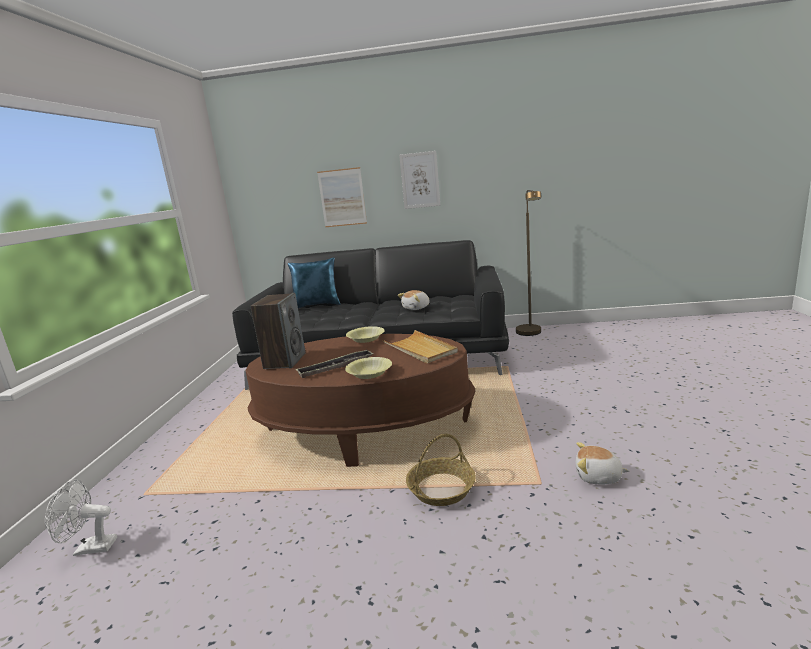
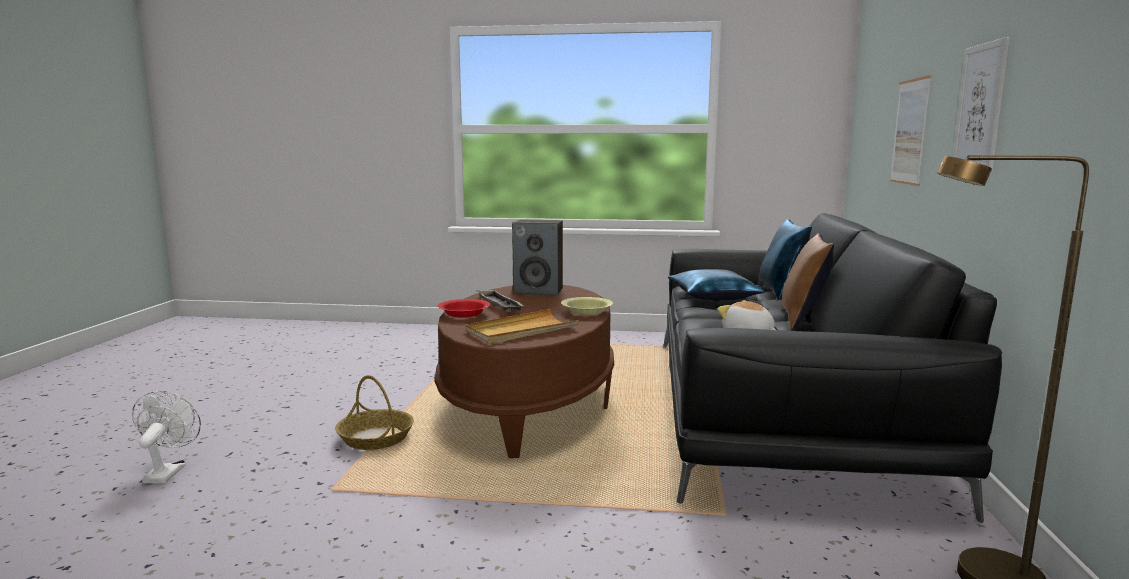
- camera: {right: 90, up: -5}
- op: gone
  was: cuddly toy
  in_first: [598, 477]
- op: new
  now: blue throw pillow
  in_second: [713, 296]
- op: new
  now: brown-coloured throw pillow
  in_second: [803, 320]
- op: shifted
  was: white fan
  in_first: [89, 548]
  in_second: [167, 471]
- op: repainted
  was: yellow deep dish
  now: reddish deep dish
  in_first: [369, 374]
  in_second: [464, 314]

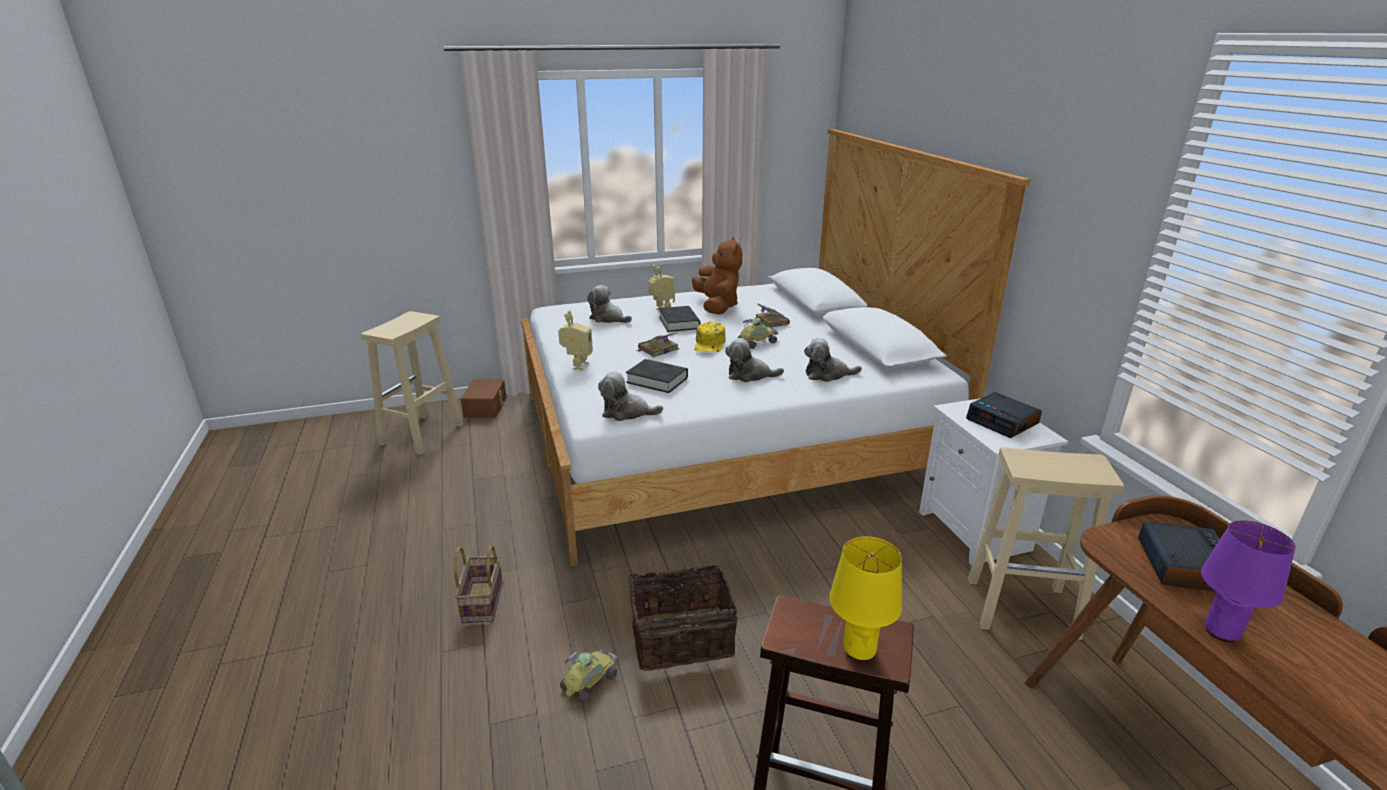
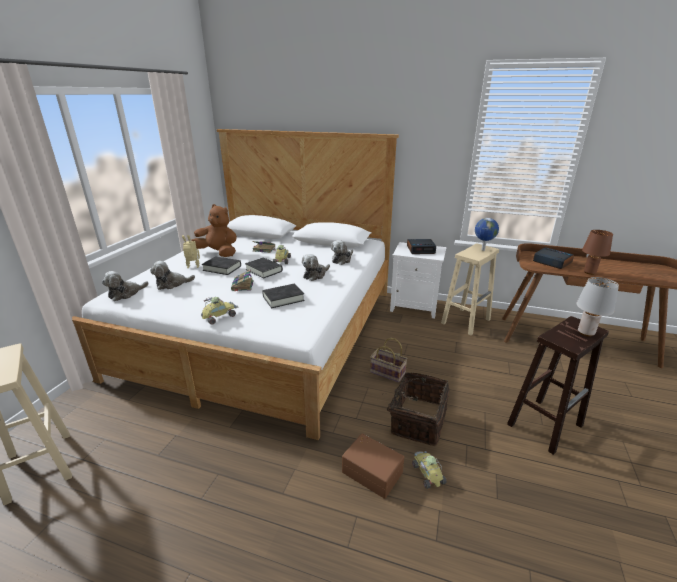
- camera: {right: -55, up: 0}
- op: new
  now: globe
  in_second: [482, 250]
- op: shifted
  was: storage basket
  in_first: [481, 601]
  in_second: [386, 373]
- op: shifted
  was: brown-coloured storage container
  in_first: [486, 407]
  in_second: [372, 471]
- op: shifted
  was: cuddly toy
  in_first: [626, 412]
  in_second: [126, 294]
- op: swapped
  was: robot figure
  now: toy car
  in_first: [577, 366]
  in_second: [219, 316]
- op: swapped
  was: yellow peaked cap
  now: blackish volume
  in_first: [710, 344]
  in_second: [264, 270]
- op: repainted
  was: yellow lamp for a table
  now: greyish lamp for a table
  in_first: [860, 651]
  in_second: [586, 333]
- op: repainted
  was: purplish lamp for a table
  now: brown-coloured lamp for a table
  in_first: [1221, 632]
  in_second: [589, 272]

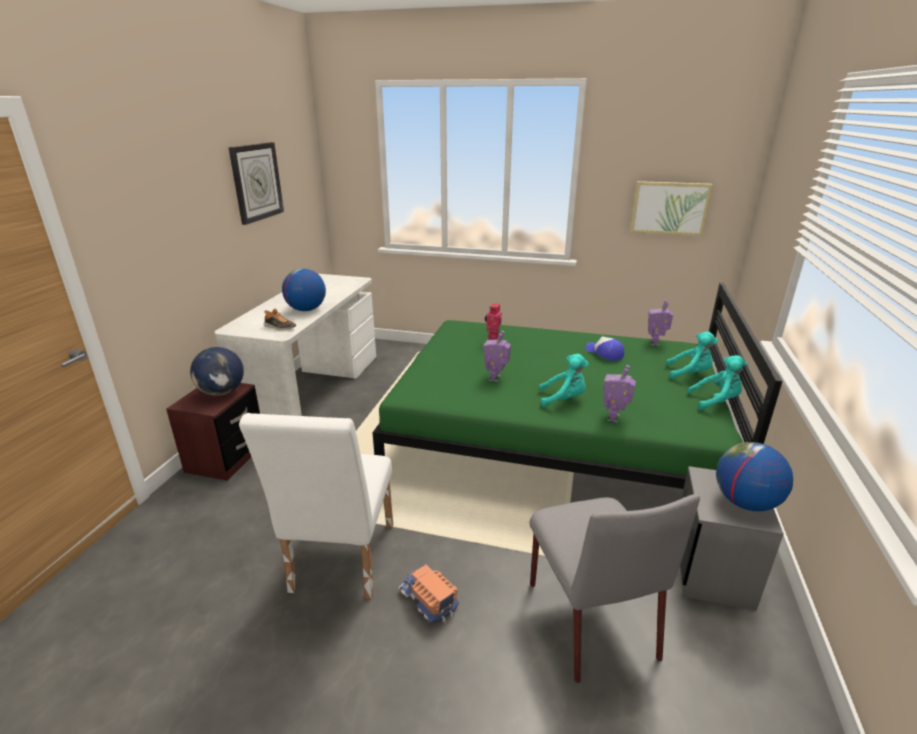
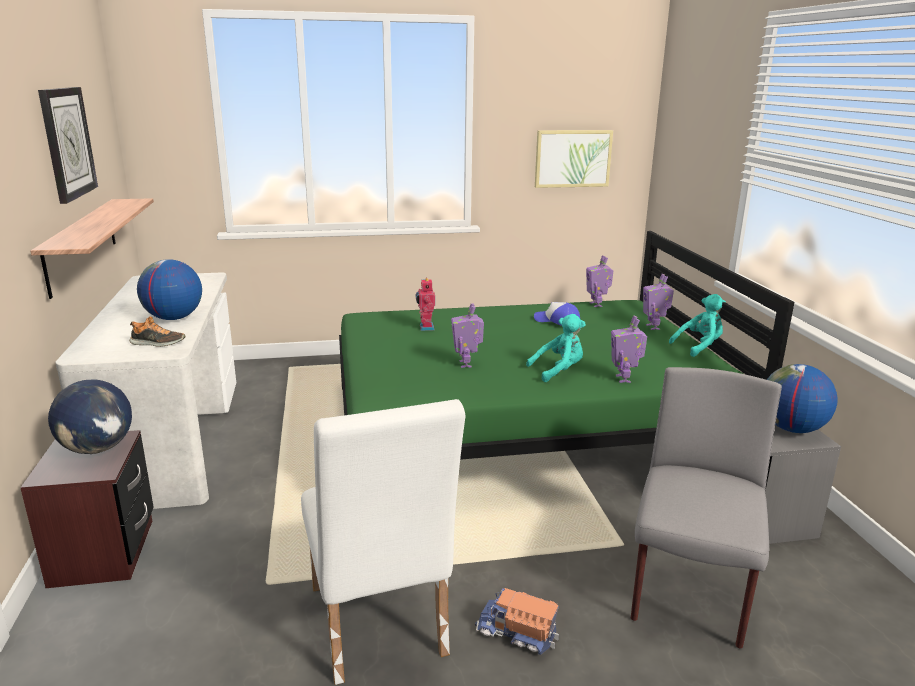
- camera: {right: -25, up: -5}
- op: new
  now: bracket shelf
  in_second: [81, 244]
- op: swapped
  was: blue-green cuddly toy
  now: robot figure
  in_first: [690, 373]
  in_second: [654, 327]
- op: rotated
  was: greyish plain chair
  in_first: [589, 617]
  in_second: [689, 592]
  clockwise: -120

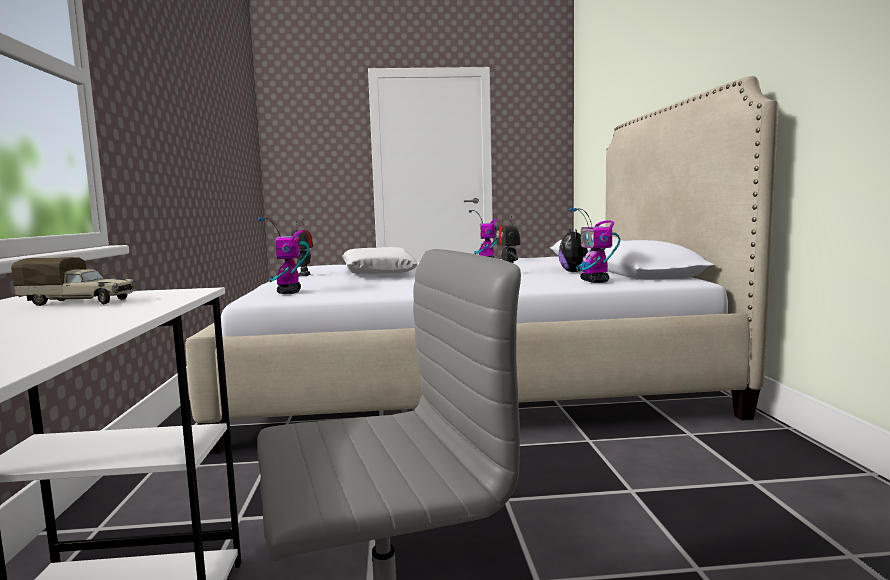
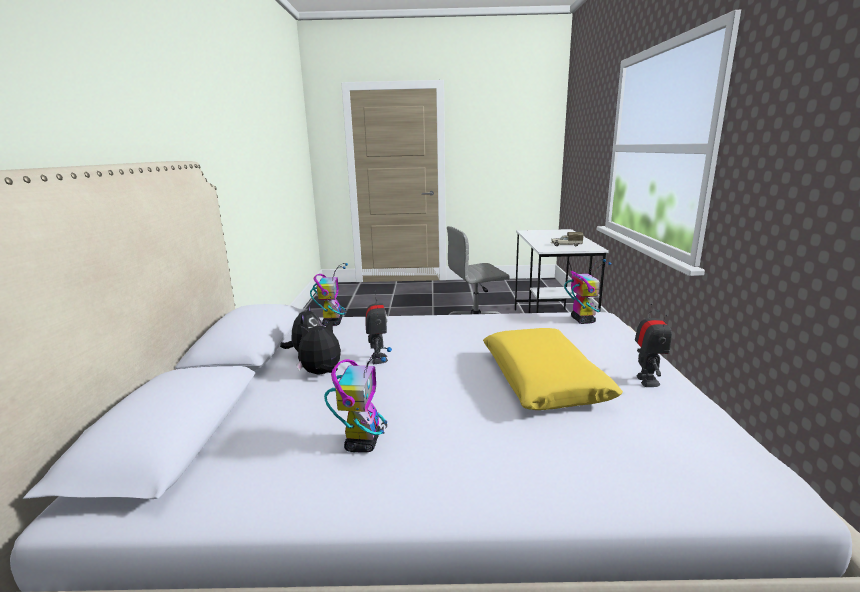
- camera: {right: -175, up: 10}
- op: new
  now: cuddly toy
  in_second: [322, 373]
- op: repainted
  was: white throw pillow
  now: yellow throw pillow
  in_first: [377, 273]
  in_second: [543, 380]

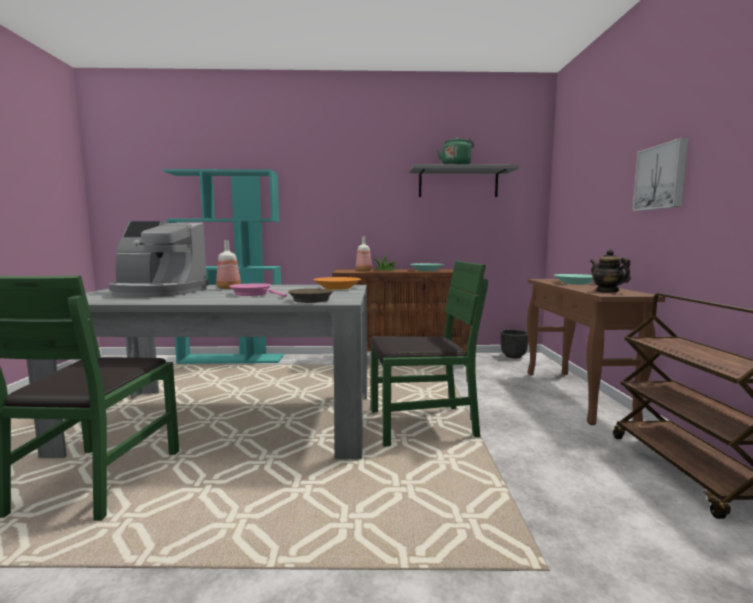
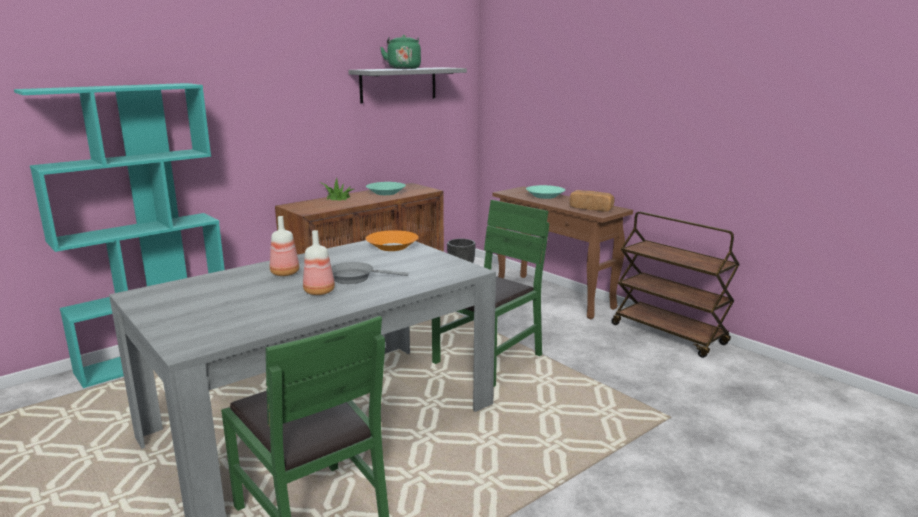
- camera: {right: -40, up: 10}
- op: gone
  was: coffee maker
  in_first: [158, 292]
- op: gone
  was: brown-coloured frying pan
  in_first: [312, 300]
- op: gone
  was: picture
  in_first: [661, 177]
- op: shifted
  was: drink bottle
  in_first: [364, 271]
  in_second: [319, 291]
- op: swapped
  was: teapot
  now: baked bread
  in_first: [607, 291]
  in_second: [591, 208]
- op: repainted
  was: pinkish frying pan
  now: greyish frying pan
  in_first: [254, 294]
  in_second: [355, 278]

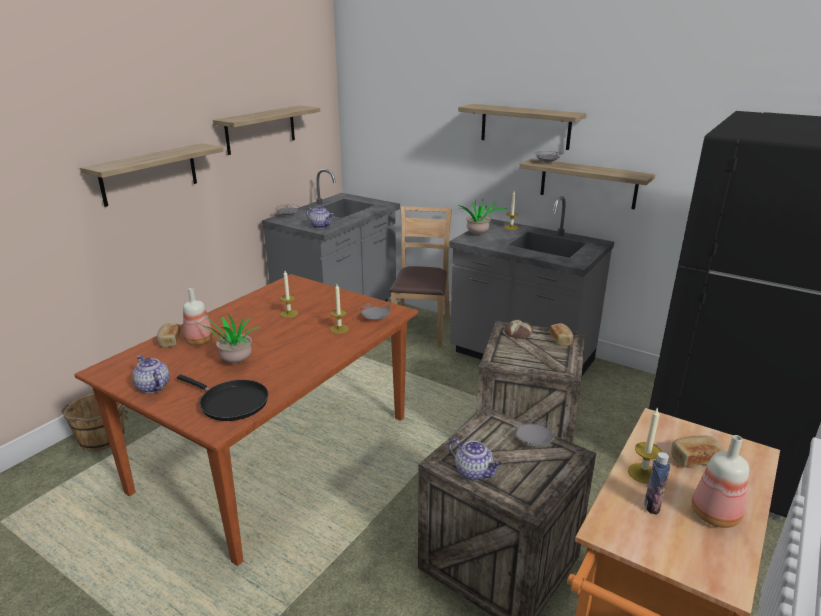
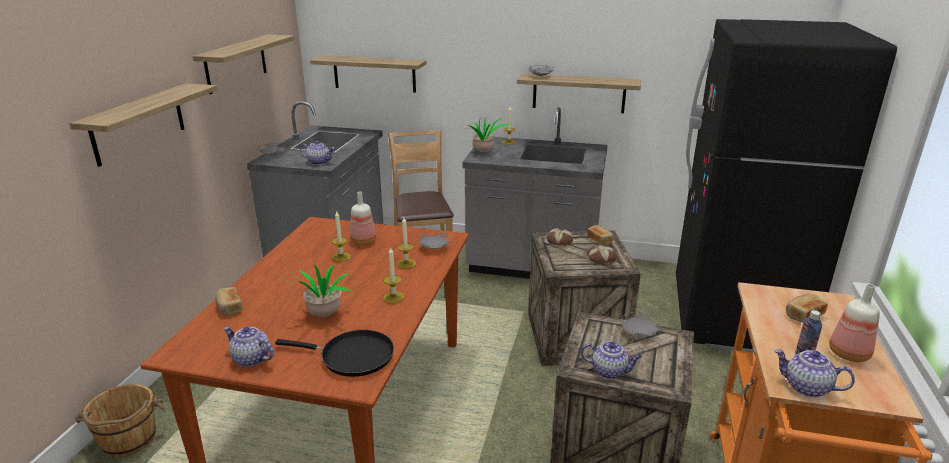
- camera: {right: -20, up: 0}
- op: new
  now: baked bread
  in_second: [601, 258]
- op: new
  now: teapot
  in_second: [806, 387]
- op: shifted
  was: drink bottle
  in_first: [198, 341]
  in_second: [362, 242]
- op: shifted
  was: bracket shelf
  in_first: [525, 126]
  in_second: [374, 73]
- op: shifted
  was: wax light
  in_first: [643, 473]
  in_second: [393, 297]

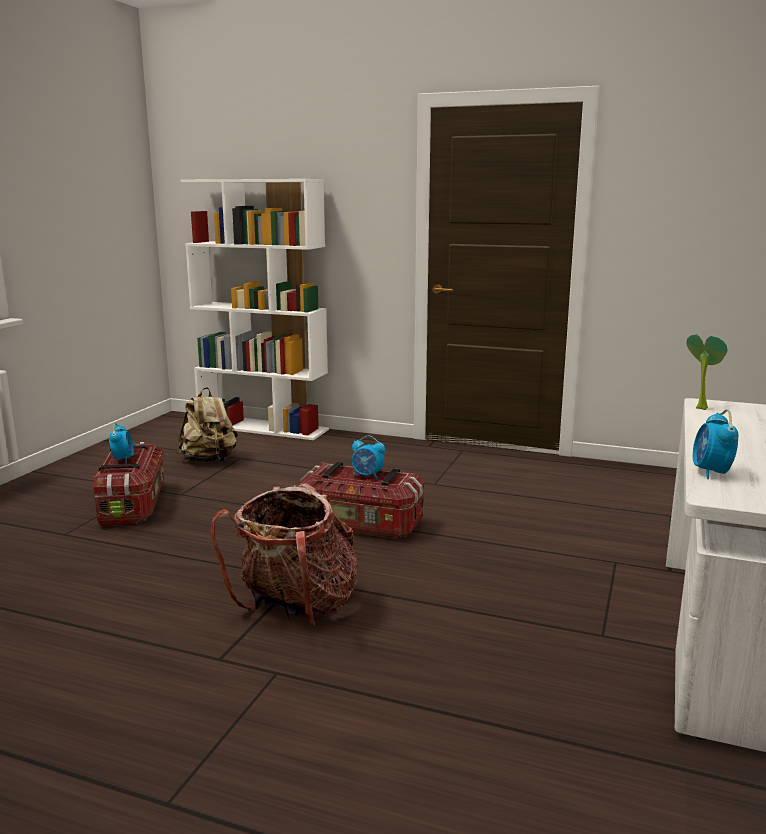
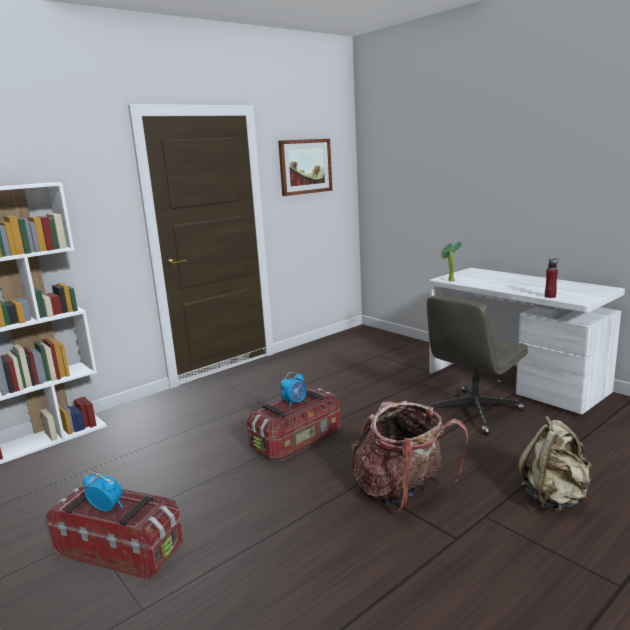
- camera: {right: -60, up: 0}
- op: new
  now: picture
  in_second: [305, 166]
- op: new
  now: greyish office chair
  in_second: [474, 412]
- op: shifted
  was: beige rucksack
  in_first: [209, 461]
  in_second: [554, 498]
- op: swapped
  was: alarm clock
  now: reddish drink bottle
  in_first: [711, 473]
  in_second: [550, 296]

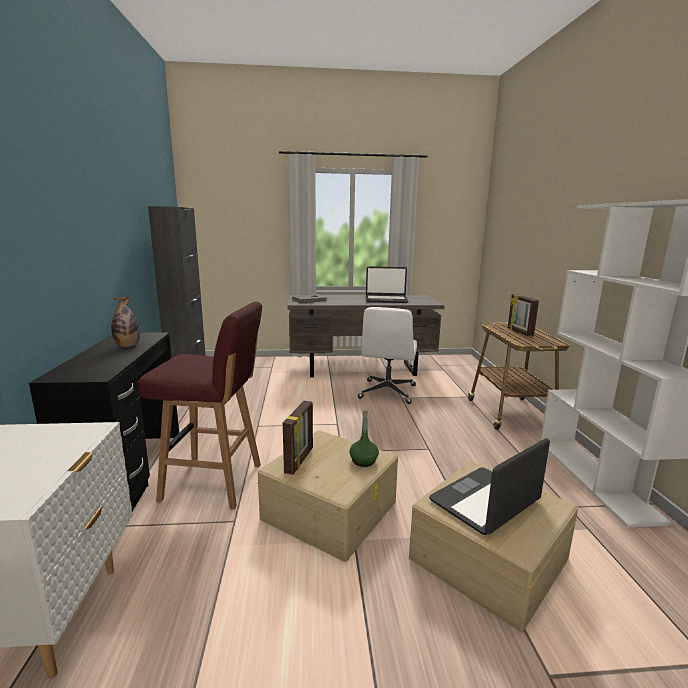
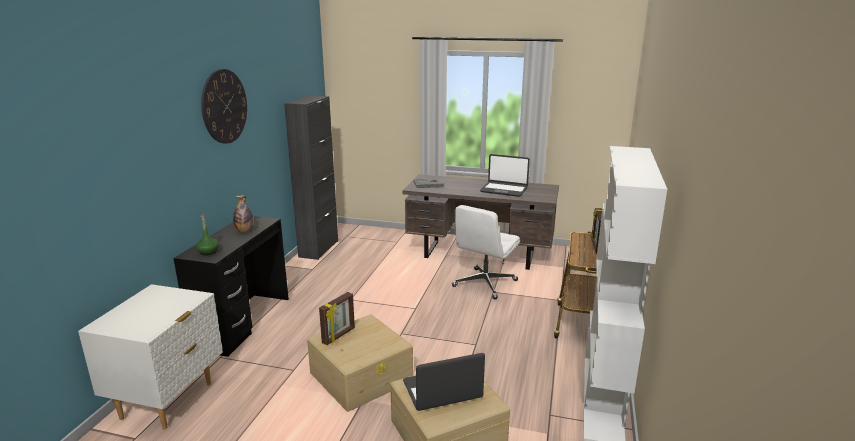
- camera: {right: 20, up: 5}
- op: gone
  was: reddish stool
  in_first: [215, 482]
- op: new
  now: clock on the wall
  in_second: [224, 106]
- op: shifted
  was: green drink bottle
  in_first: [363, 461]
  in_second: [208, 252]

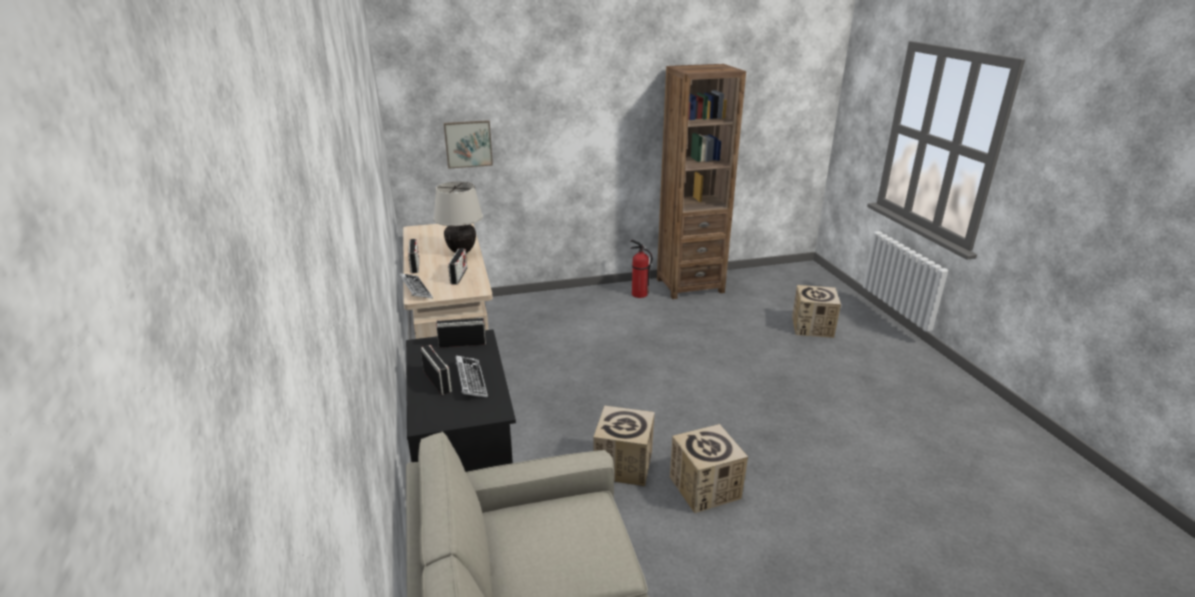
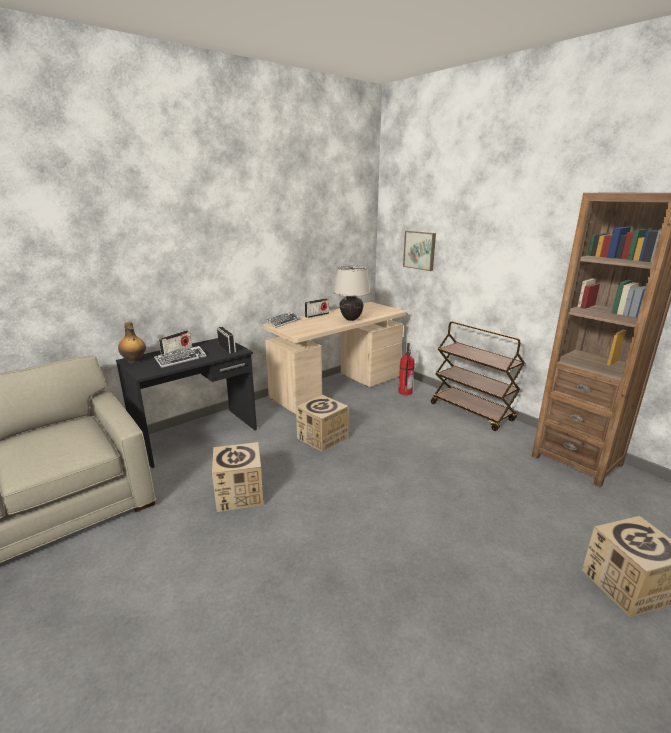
- camera: {right: 65, up: -5}
- op: gone
  was: radio
  in_first: [459, 276]
- op: new
  now: drink bottle
  in_second: [134, 361]
- op: new
  now: brown-coloured trolley
  in_second: [472, 412]
- op: shifted
  was: extinguisher
  in_first: [639, 294]
  in_second: [405, 392]
- op: shifted
  was: packing box
  in_first: [705, 488]
  in_second: [322, 438]

